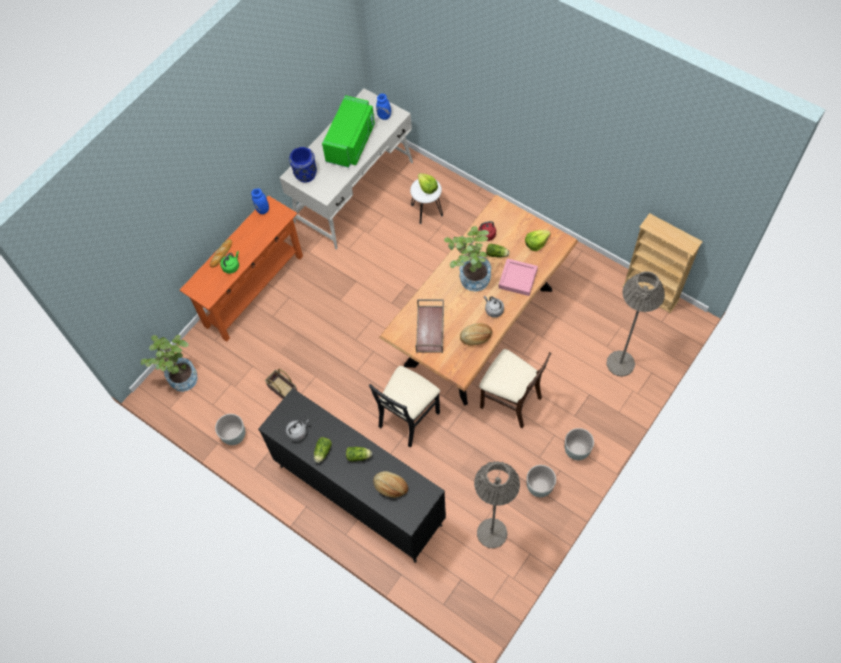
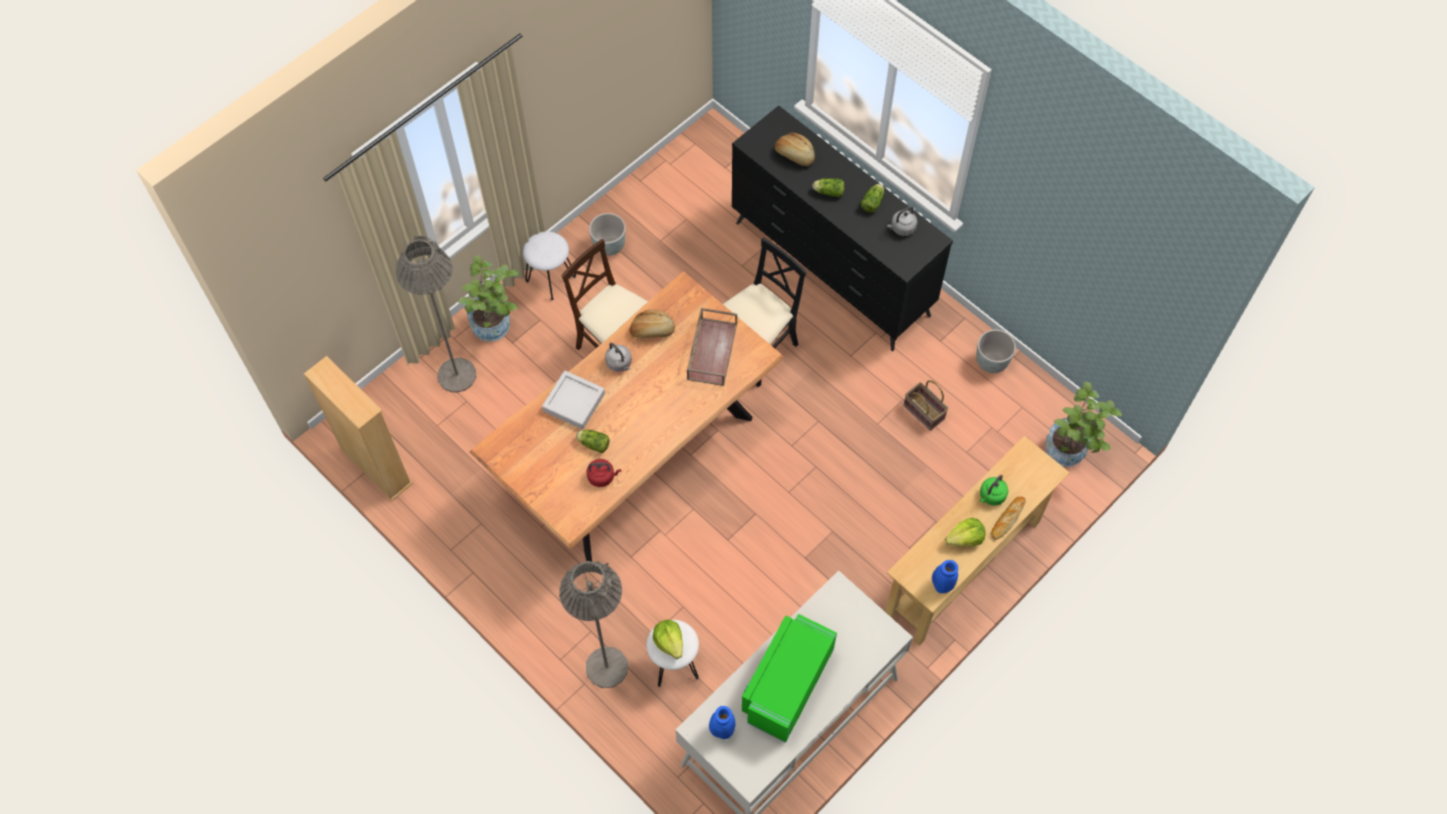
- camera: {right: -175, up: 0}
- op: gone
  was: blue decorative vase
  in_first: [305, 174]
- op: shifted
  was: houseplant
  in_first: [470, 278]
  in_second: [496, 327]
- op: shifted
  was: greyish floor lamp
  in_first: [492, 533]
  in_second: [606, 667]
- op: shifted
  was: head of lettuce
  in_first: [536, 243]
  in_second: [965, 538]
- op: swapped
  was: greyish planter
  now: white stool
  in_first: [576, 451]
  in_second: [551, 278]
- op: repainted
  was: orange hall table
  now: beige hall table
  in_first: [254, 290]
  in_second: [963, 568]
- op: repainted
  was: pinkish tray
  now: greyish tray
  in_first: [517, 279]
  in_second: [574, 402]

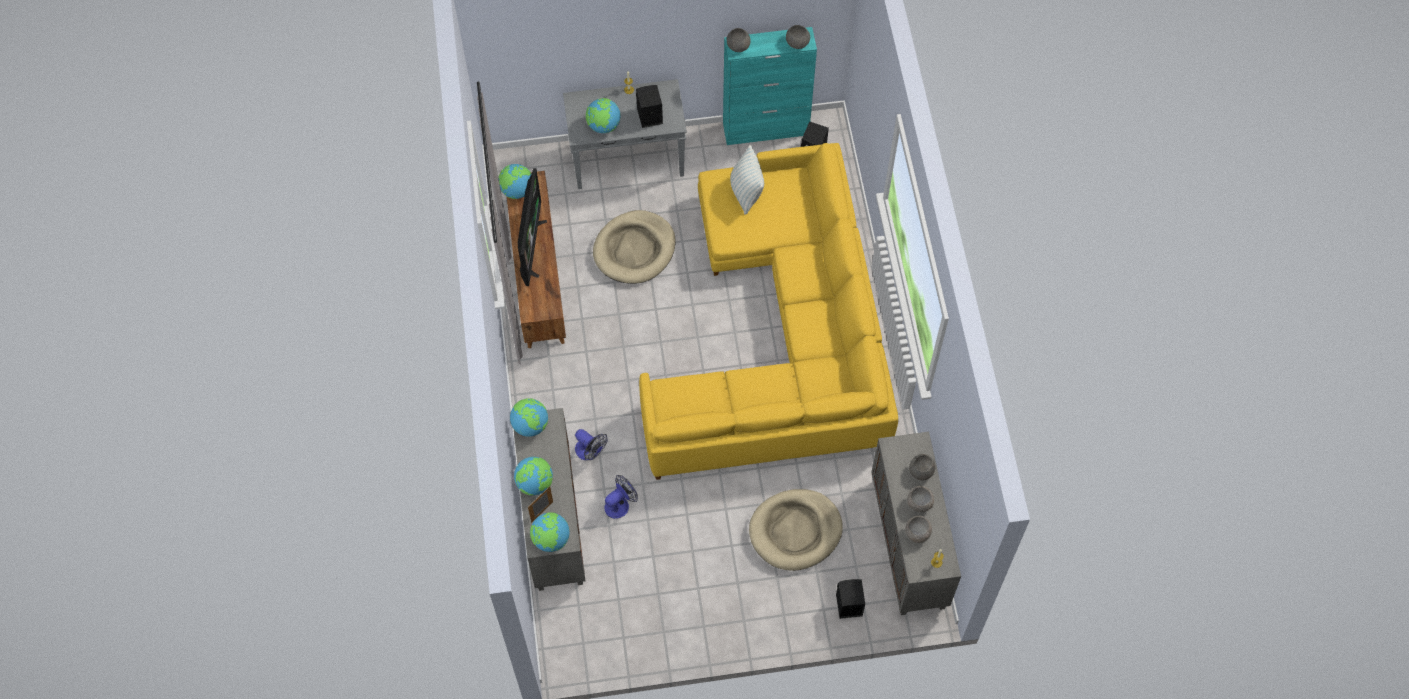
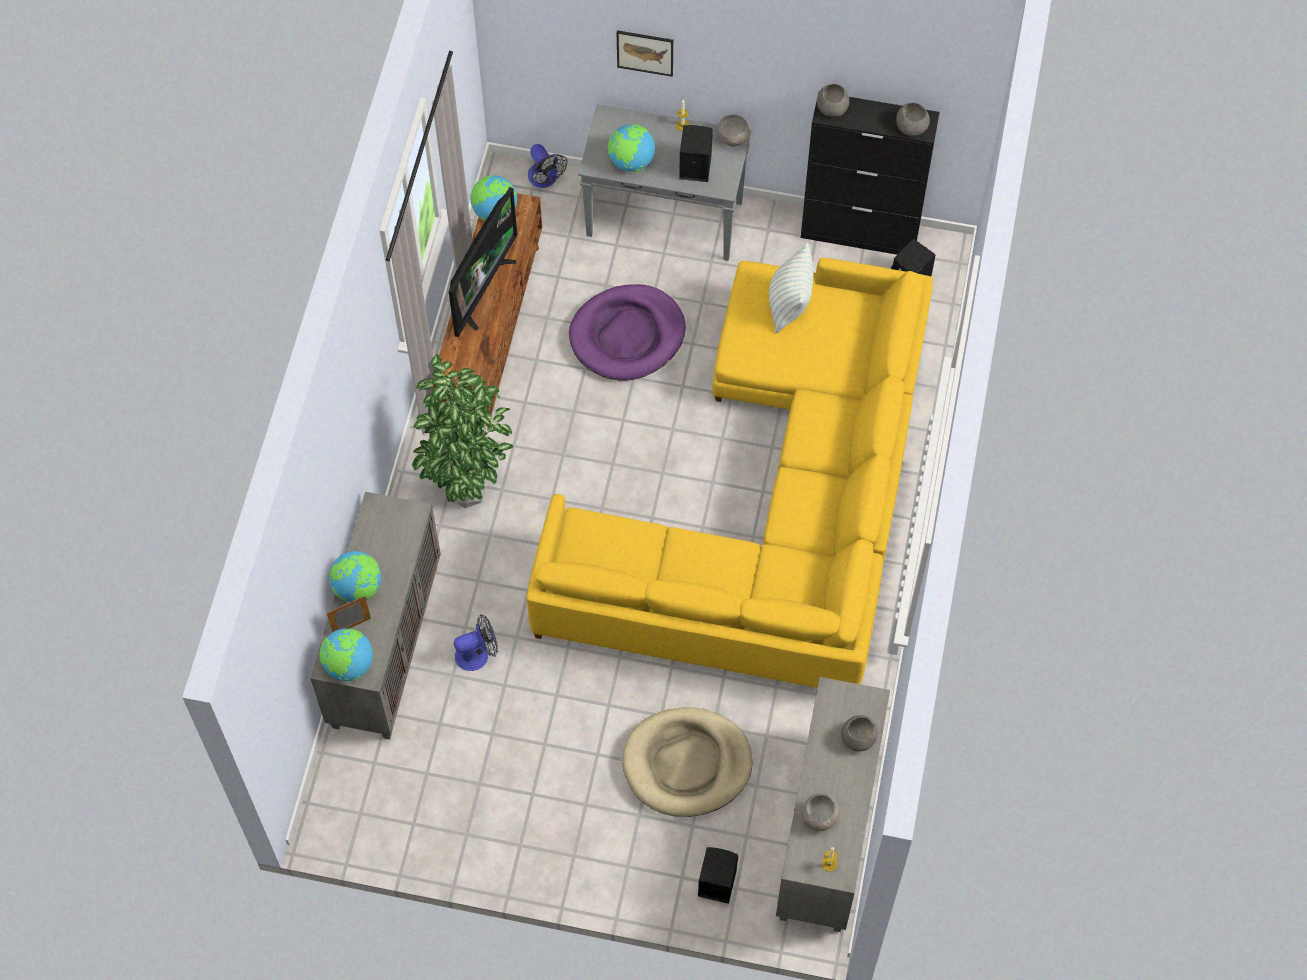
- camera: {right: 20, up: 0}
- op: gone
  was: globe
  in_first: [530, 425]
- op: new
  now: houseplant
  in_second: [468, 492]
- op: new
  now: picture
  in_second: [645, 52]
- op: shifted
  was: fan
  in_first: [590, 452]
  in_second: [545, 179]
- op: shifted
  was: greyish deep dish
  in_first: [918, 503]
  in_second: [732, 138]
- op: repainted
  was: beige dog bed
  now: purplish dog bed
  in_first: [634, 249]
  in_second: [627, 335]
- op: repainted
  was: blue-green cupboard
  now: blackish cupboard
  in_first: [766, 129]
  in_second: [860, 233]

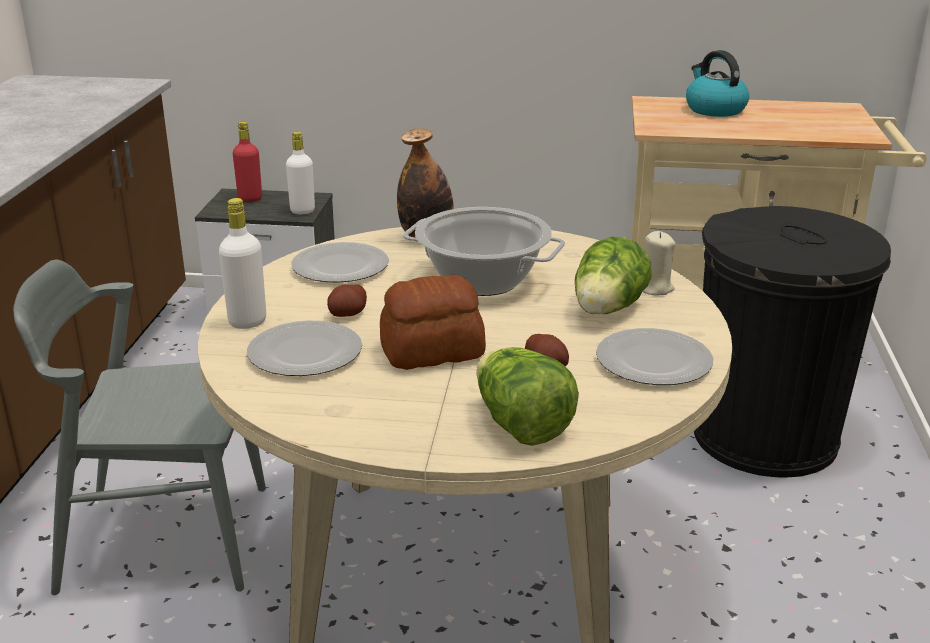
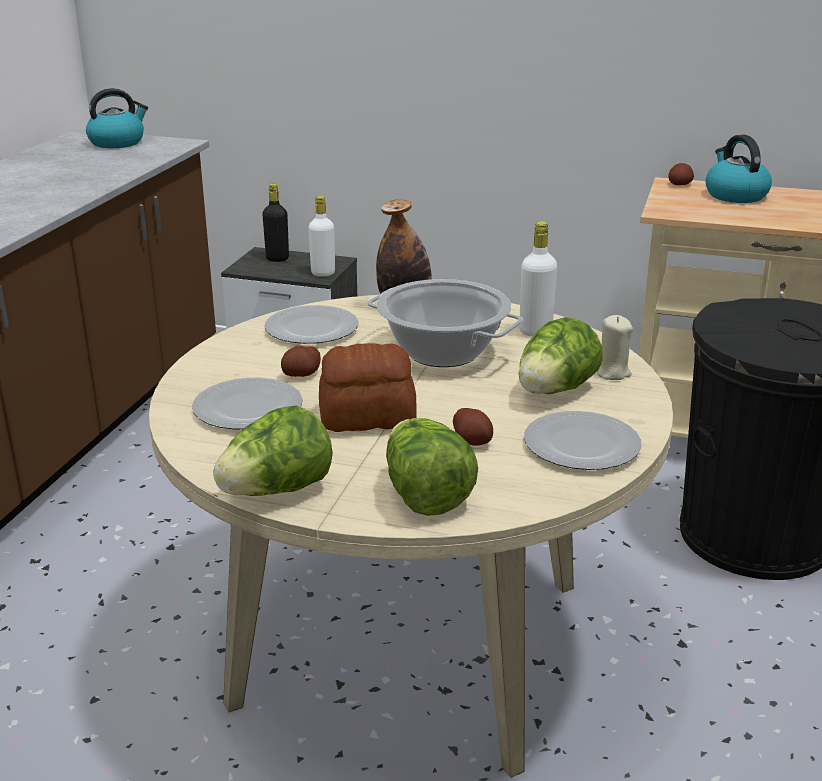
- camera: {right: 10, up: 0}
- op: gone
  was: greyish plain chair
  in_first: [165, 538]
- op: new
  now: kettle
  in_second: [117, 142]
- op: new
  now: head of lettuce
  in_second: [277, 491]
- op: new
  now: whole potato
  in_second: [680, 184]
- op: shifted
  was: white drink bottle
  in_first: [247, 321]
  in_second: [535, 331]
- op: repainted
  was: reddish drink bottle
  now: blackish drink bottle
  in_first: [250, 199]
  in_second: [277, 258]

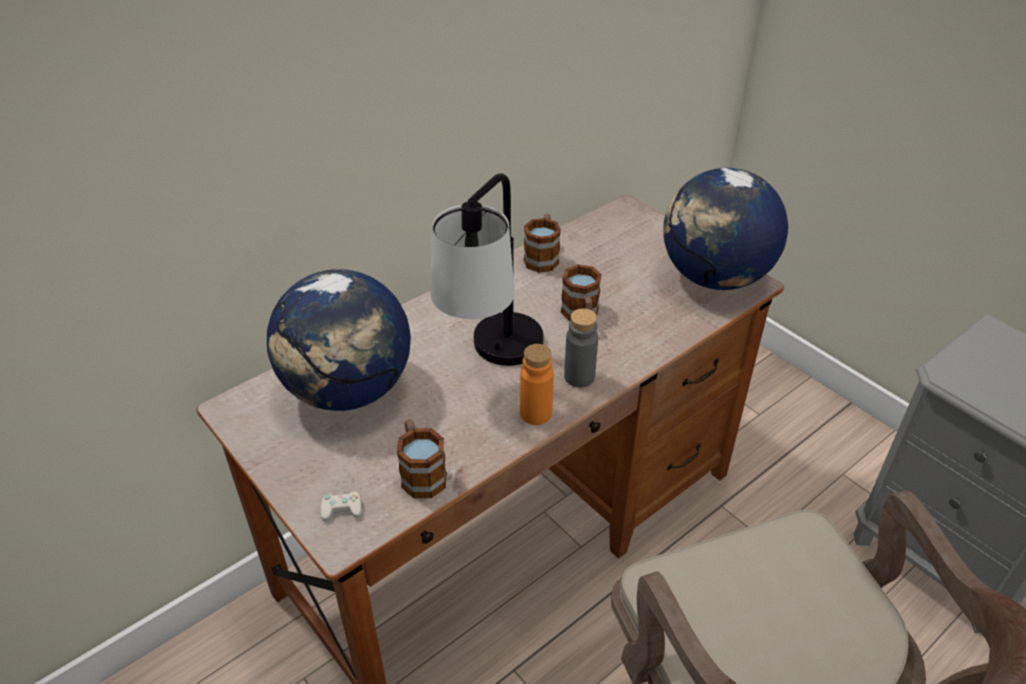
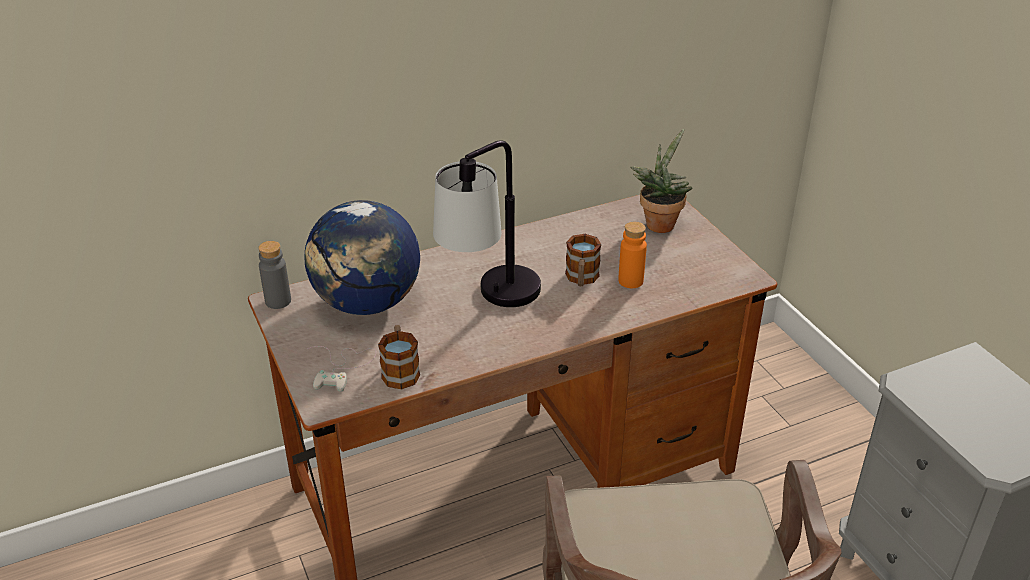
- camera: {right: 15, up: -5}
- op: gone
  was: coffee mug
  in_first: [542, 257]
- op: gone
  was: globe
  in_first: [714, 278]
- op: new
  now: houseplant
  in_second: [659, 222]
- op: shifted
  was: orange drink bottle
  in_first: [536, 413]
  in_second: [630, 281]
- op: shifted
  was: greyish drink bottle
  in_first: [579, 377]
  in_second: [278, 301]

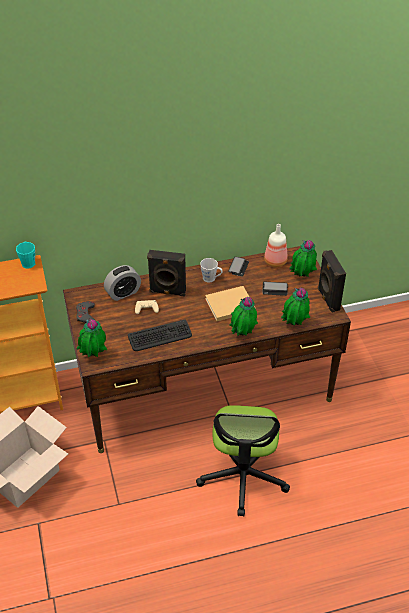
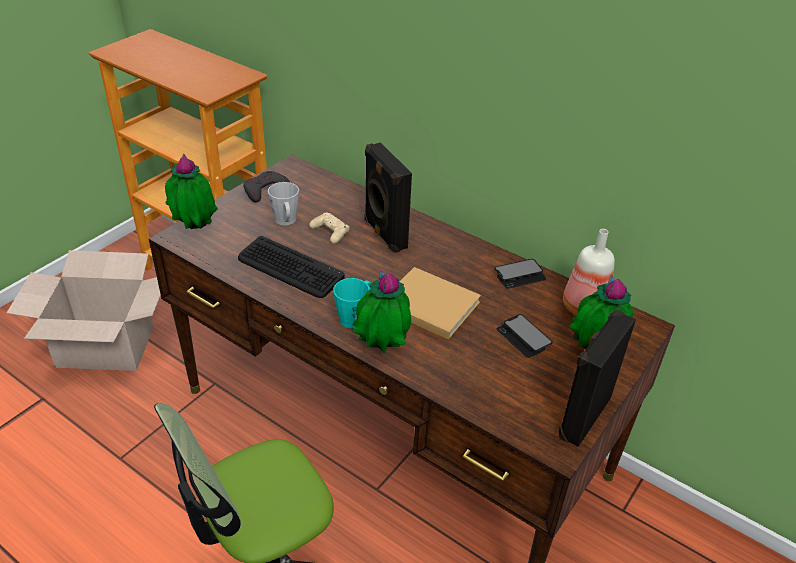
- camera: {right: 50, up: -5}
- op: gone
  was: alarm clock
  in_first: [123, 293]
- op: gone
  was: houseplant
  in_first: [294, 325]
- op: shifted
  was: blue-green coffee mug
  in_first: [28, 262]
  in_second: [355, 316]
- op: shifted
  was: greyish coffee mug
  in_first: [211, 278]
  in_second: [286, 221]

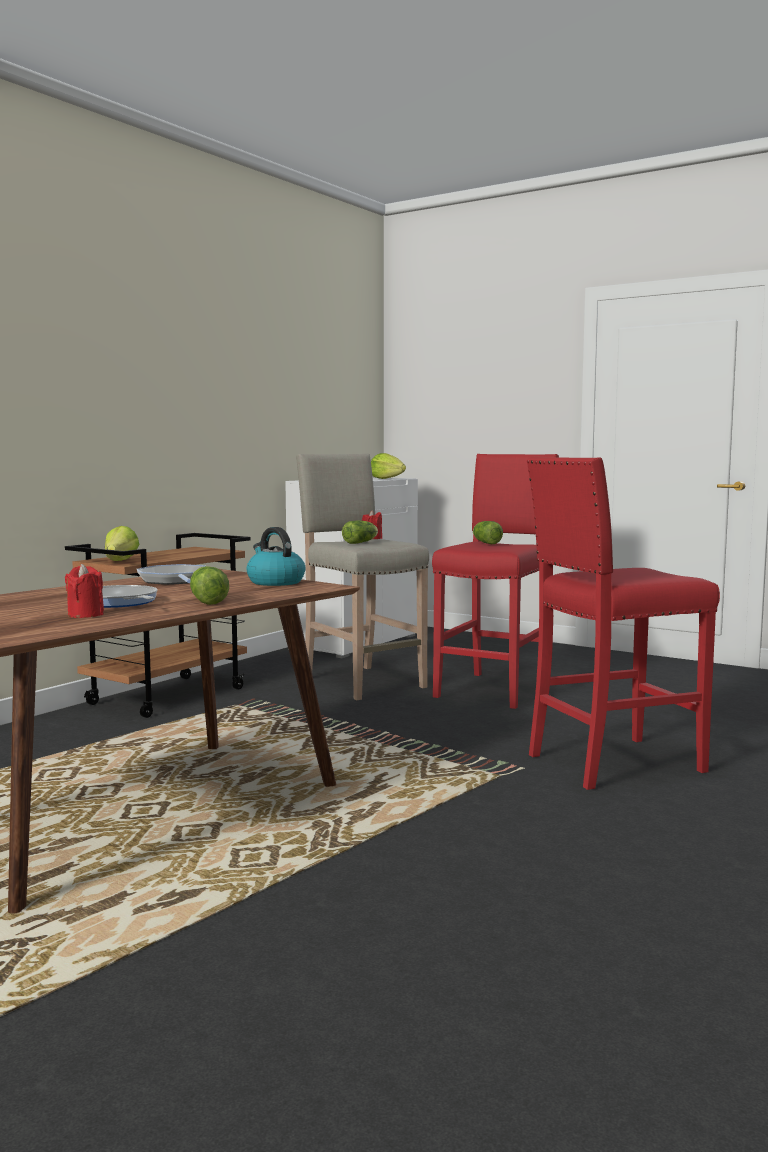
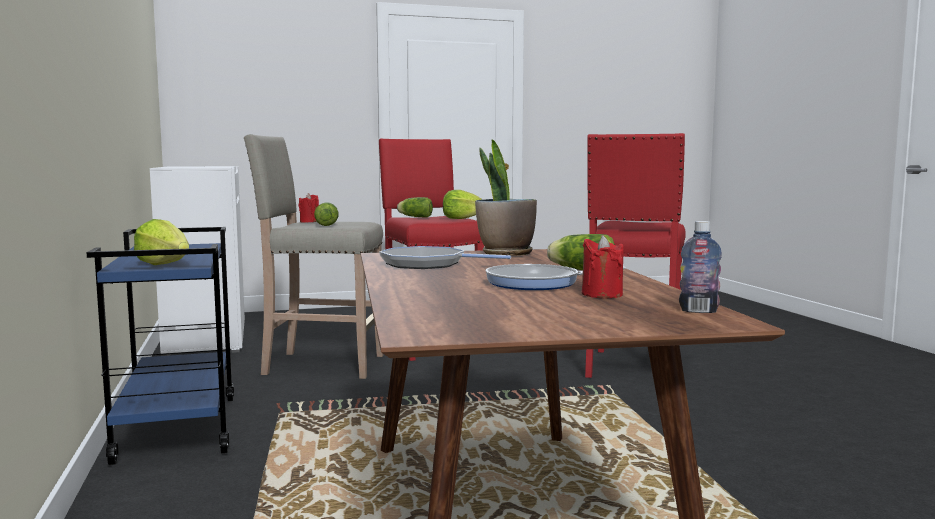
- camera: {right: -50, up: 0}
- op: new
  now: drink bottle
  in_second: [698, 311]
- op: shifted
  was: head of lettuce
  in_first: [387, 478]
  in_second: [461, 218]
- op: swapped
  was: kettle
  now: houseplant
  in_first: [275, 582]
  in_second: [505, 253]
- op: repainted
  was: brown-coloured trolley
  now: blue trolley
  in_first: [167, 696]
  in_second: [176, 428]

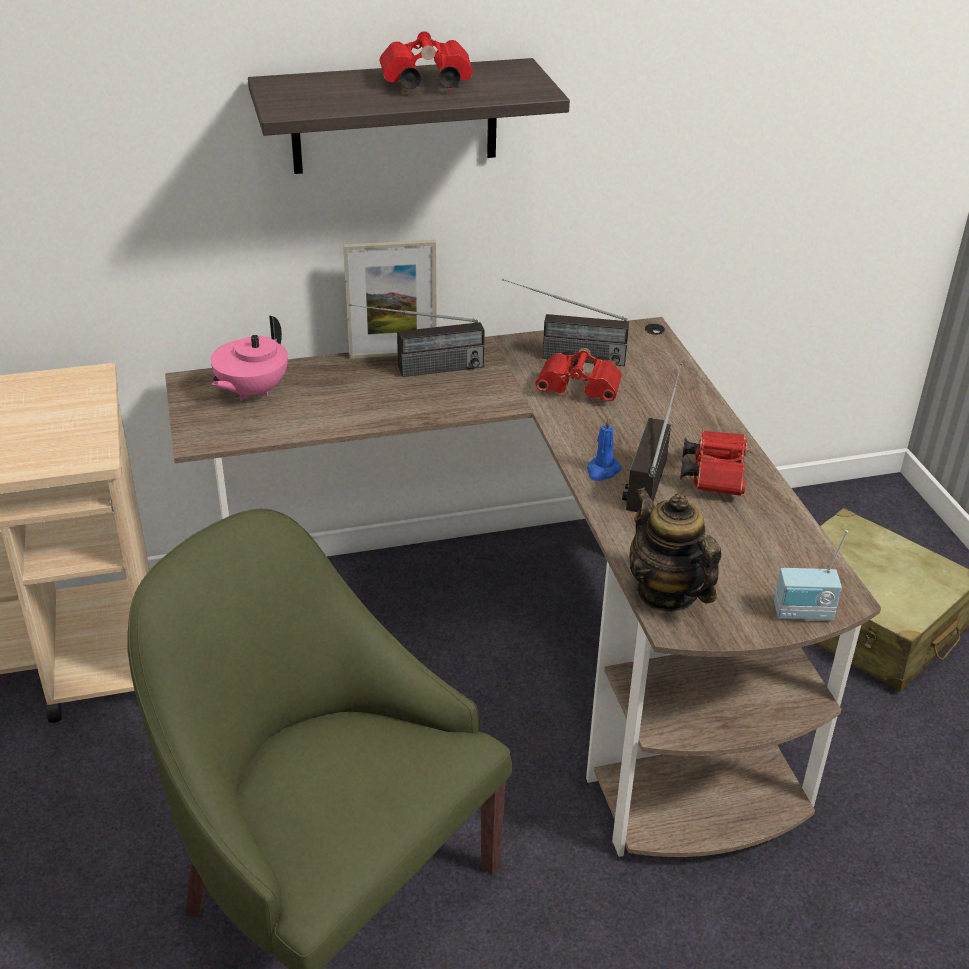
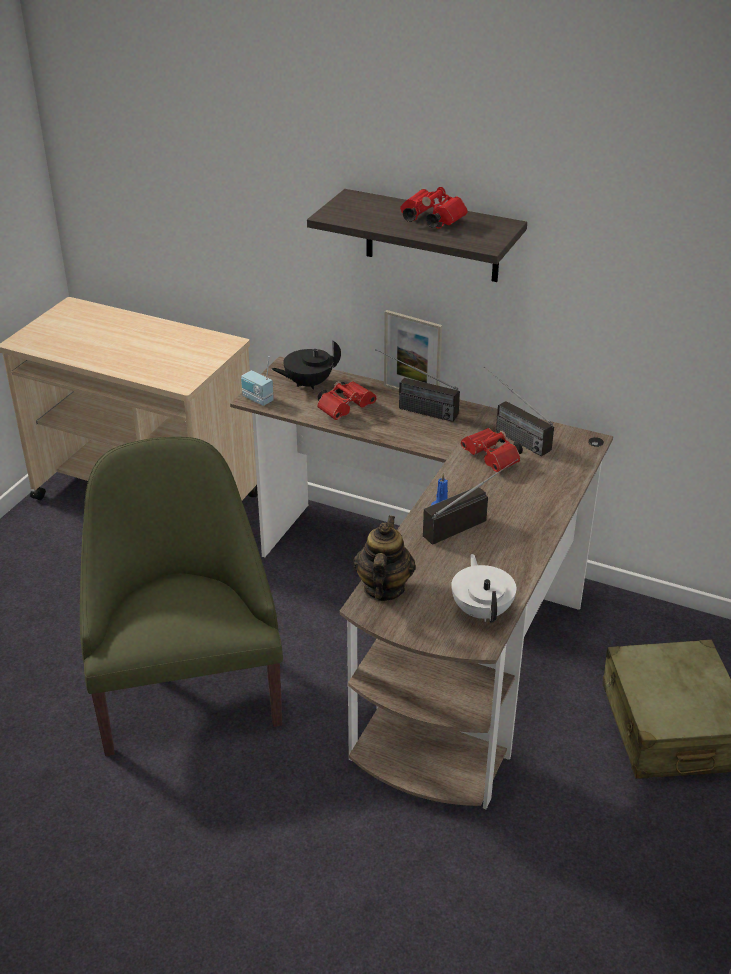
- camera: {right: 40, up: 0}
- op: new
  now: white teapot
  in_second: [482, 610]
- op: shifted
  was: reddish field glasses
  in_first: [714, 474]
  in_second: [346, 408]
- op: shifted
  was: radio
  in_first: [803, 614]
  in_second: [257, 399]
- op: repainted
  was: pinkish teapot
  now: blackish teapot
  in_first: [251, 391]
  in_second: [308, 383]

